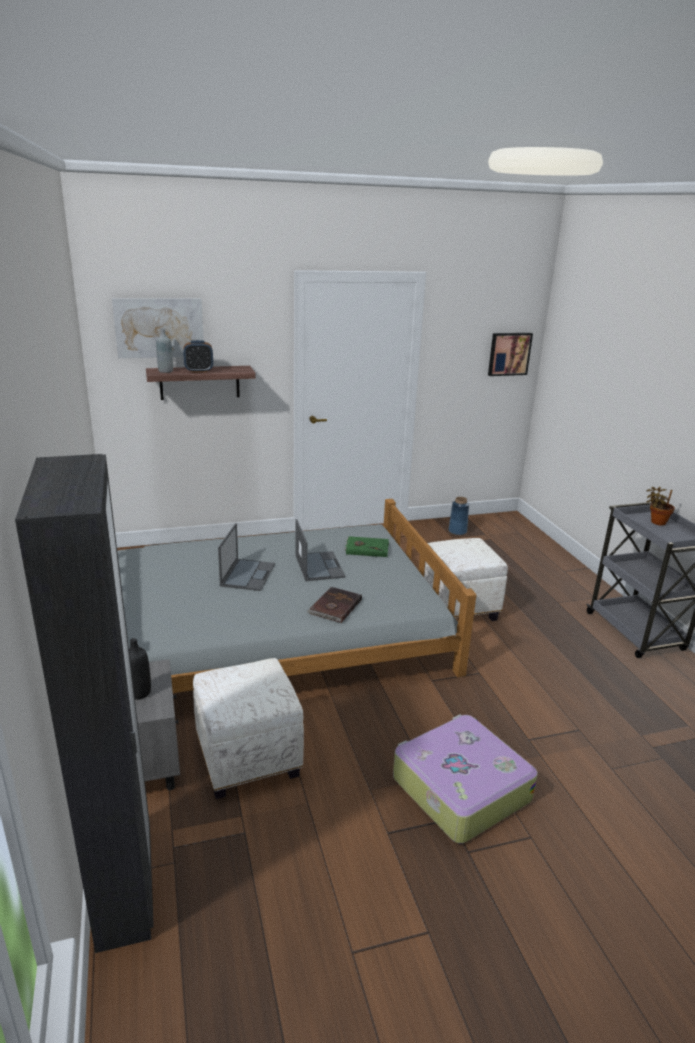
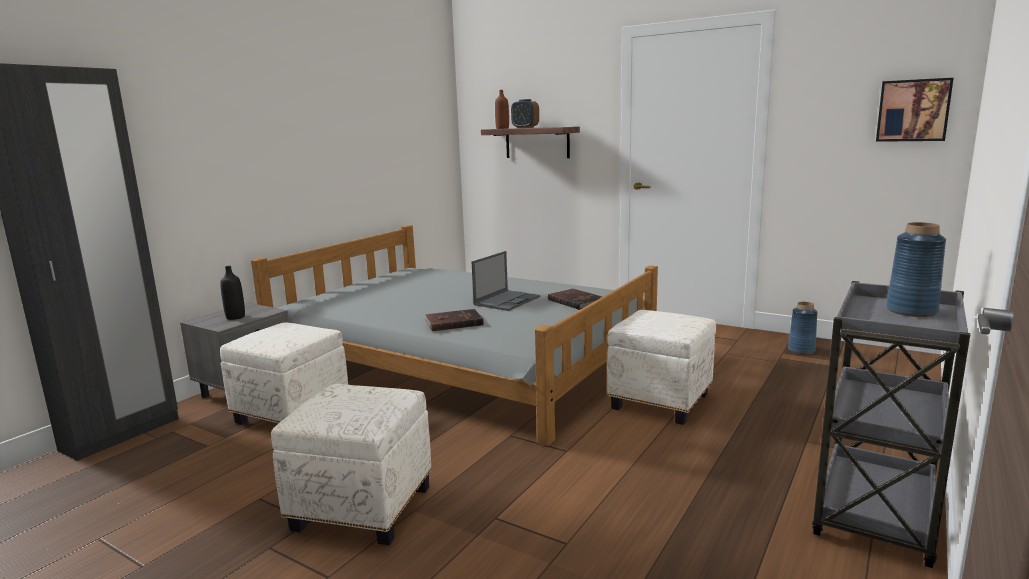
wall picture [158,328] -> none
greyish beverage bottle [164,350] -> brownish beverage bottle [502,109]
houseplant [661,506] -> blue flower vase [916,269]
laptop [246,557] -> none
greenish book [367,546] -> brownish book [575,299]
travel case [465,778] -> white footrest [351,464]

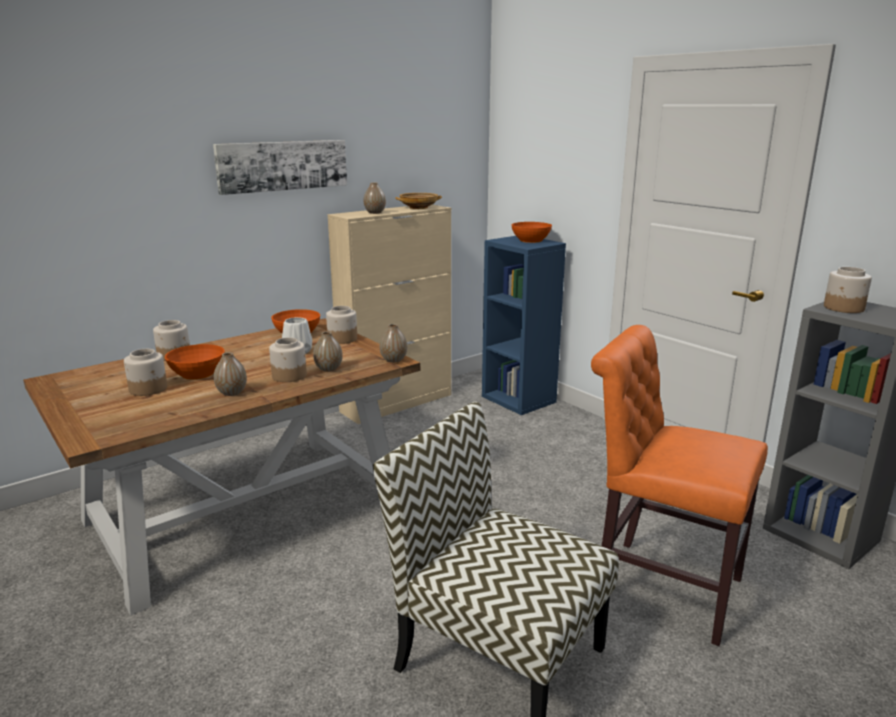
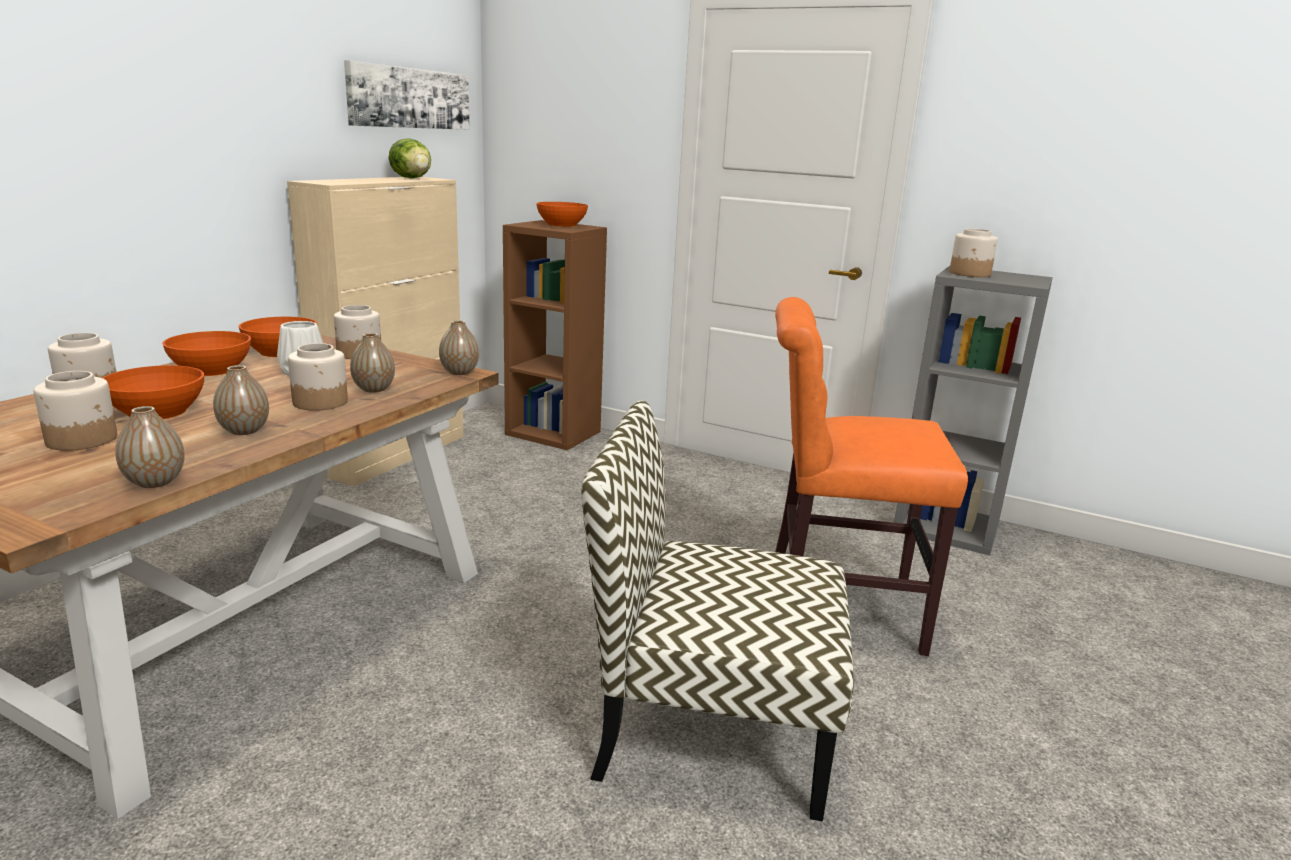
wall picture [280,167] -> wall picture [407,95], shifted
flower vase [375,198] -> flower vase [150,447], shifted
beige-coloured bowl [418,201] -> head of lettuce [409,158]
blue bookshelf [524,325] -> brownish bookshelf [555,335]
none -> orangey bowl [206,353]

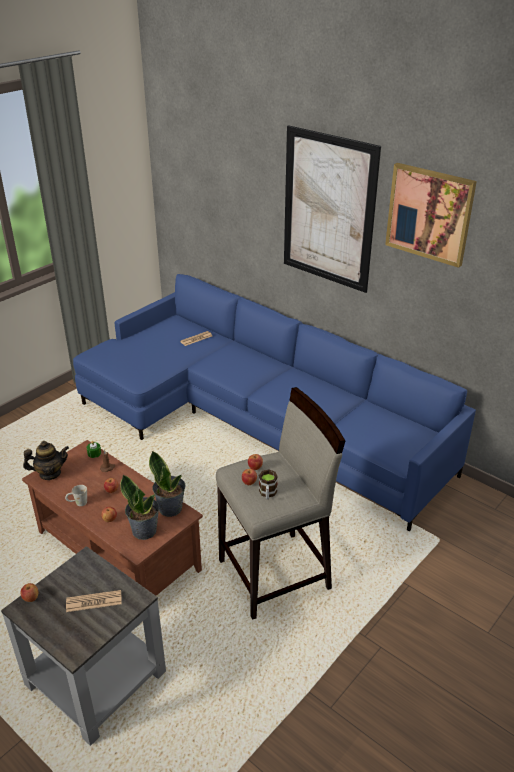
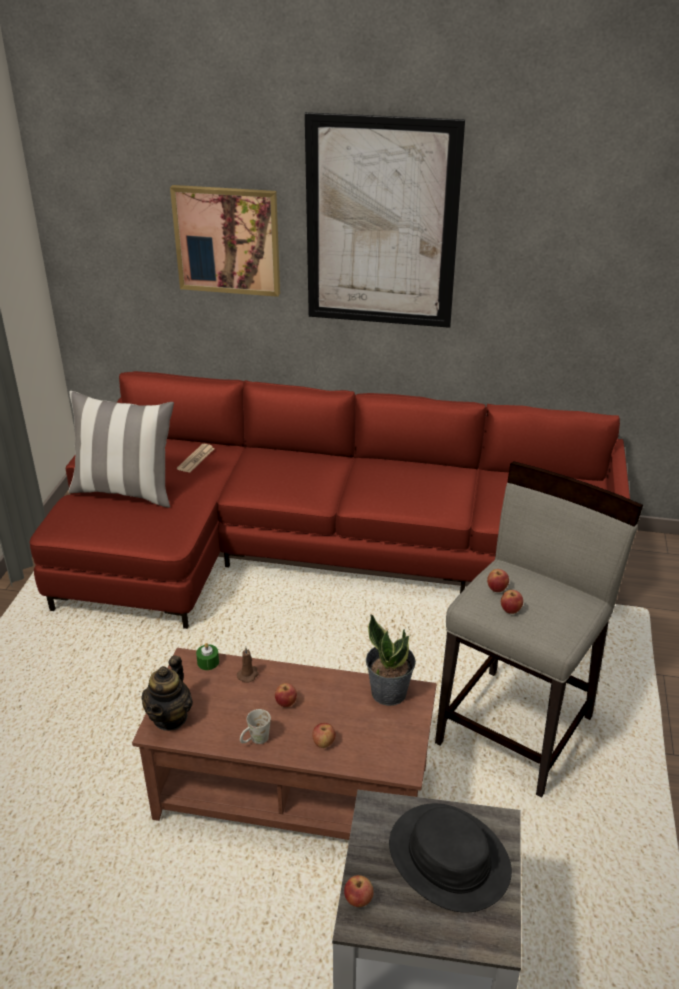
wall picture [431,215] -> wall picture [225,241], shifted
blue settee [274,402] -> red settee [329,500]
pot for tea [46,460] -> pot for tea [167,693], 150 degrees clockwise
coffee mug [268,484] -> none
houseplant [139,507] -> none
printed paper [94,601] -> black wearable hat [450,857]
none -> cushion [121,449]

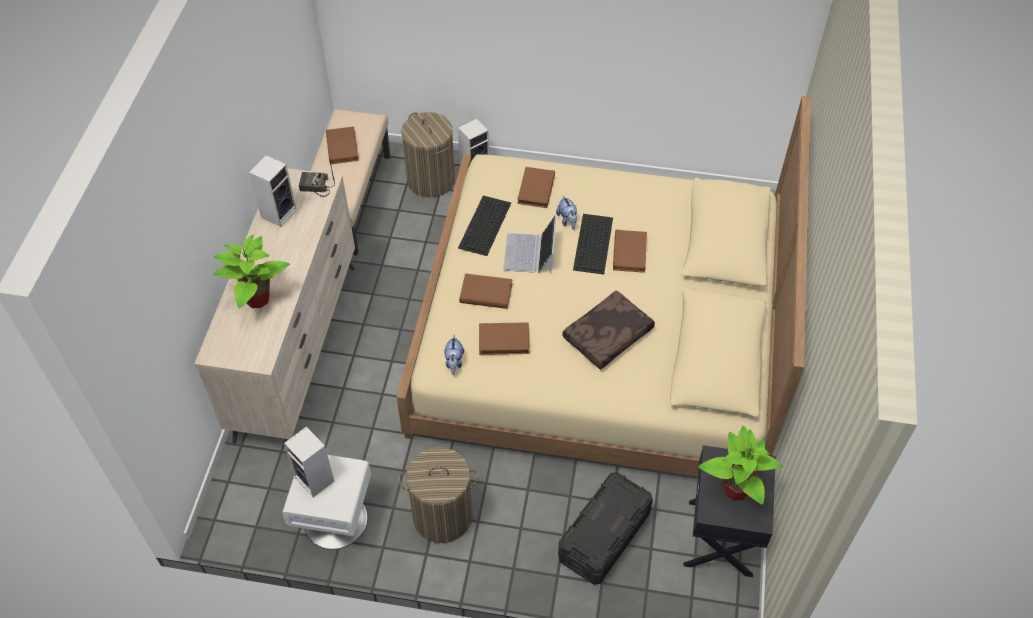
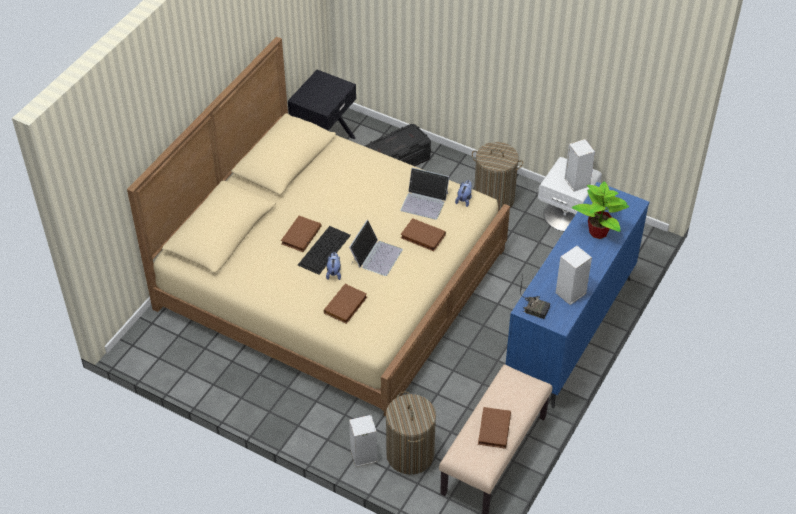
beige-coloured dresser [275,306] -> blue dresser [577,295]
keyboard [484,226] -> none
brownish cushion [608,330] -> none
brownish book [504,338] -> laptop [424,194]
houseplant [740,465] -> none

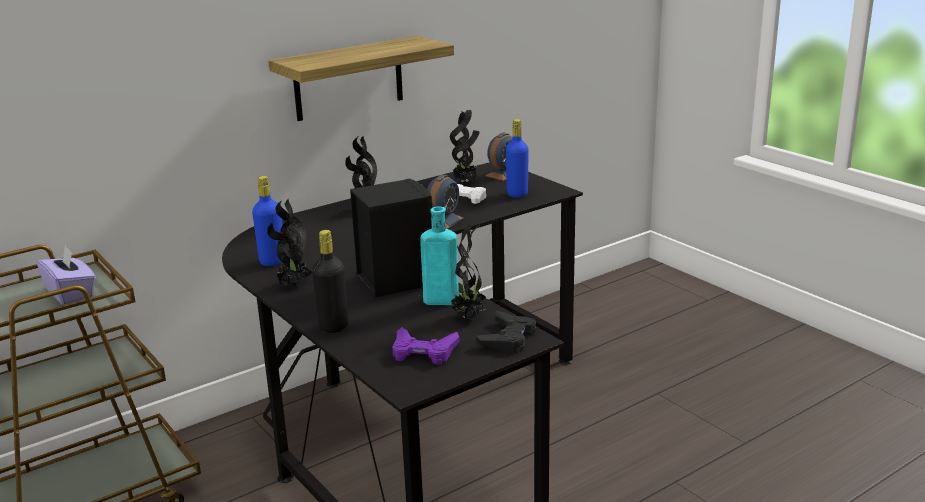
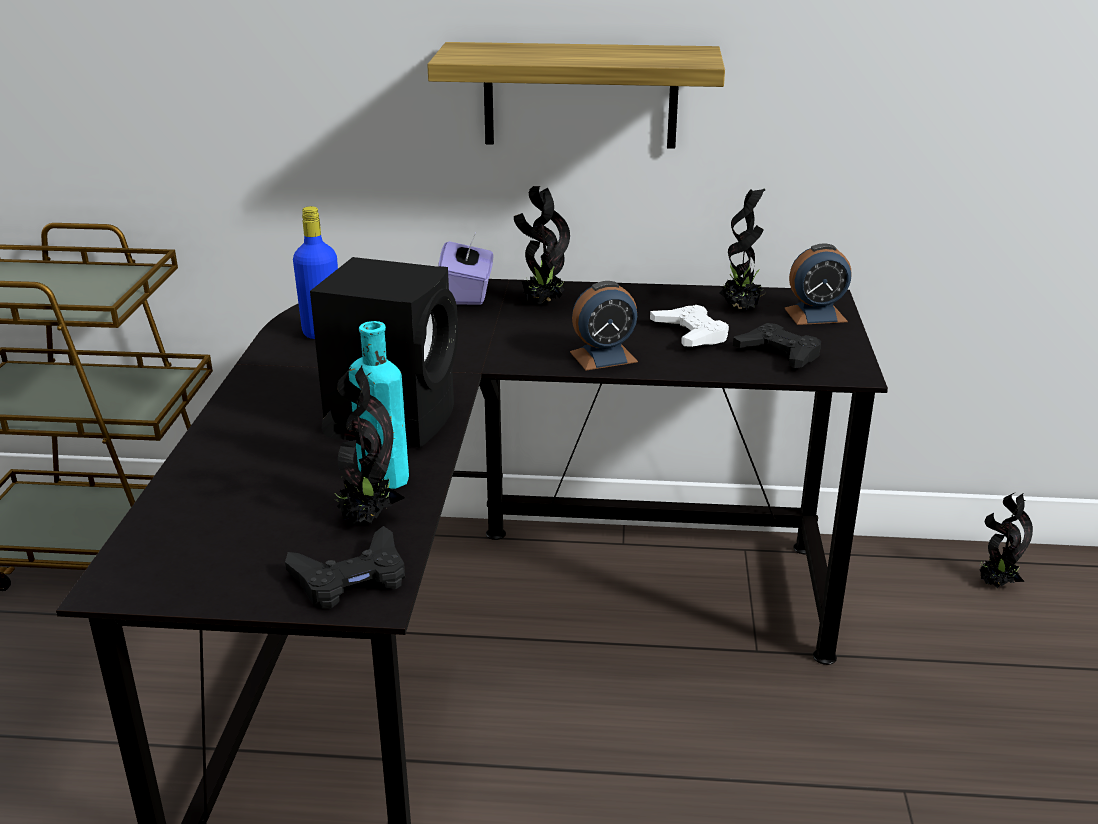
blue beverage bottle [517,158] -> black game controller [777,345]
houseplant [289,242] -> houseplant [1006,540], shifted
black beverage bottle [330,281] -> none
purplish box of tissues [66,275] -> purplish box of tissues [465,268], shifted
purplish game controller [426,346] -> none

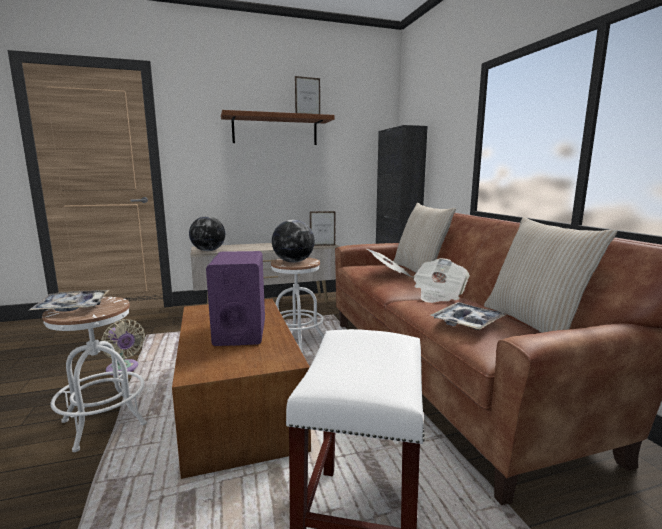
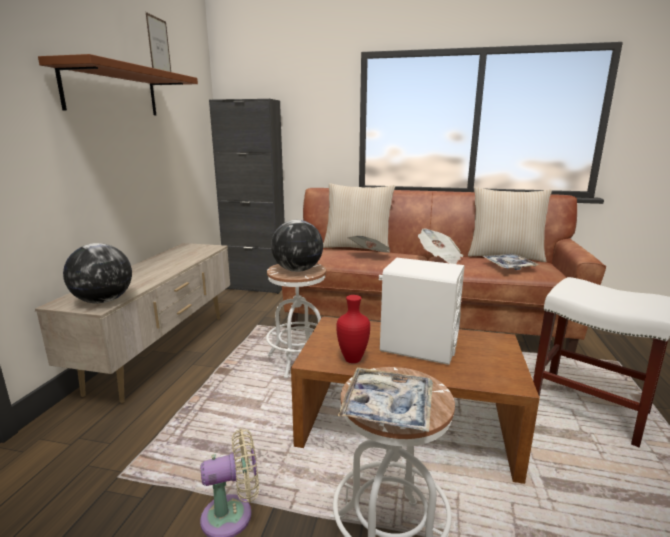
picture frame [323,228] -> none
purplish audio speaker [235,298] -> white audio speaker [421,311]
none -> red flower vase [353,329]

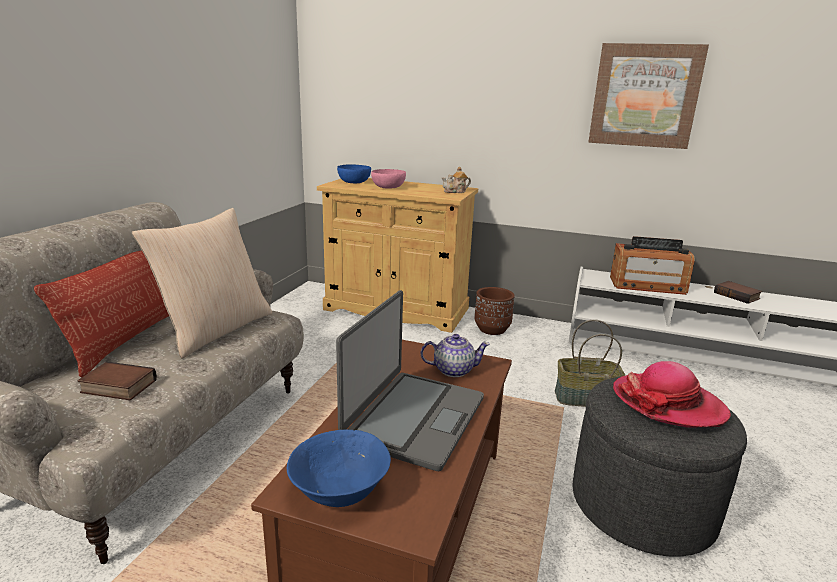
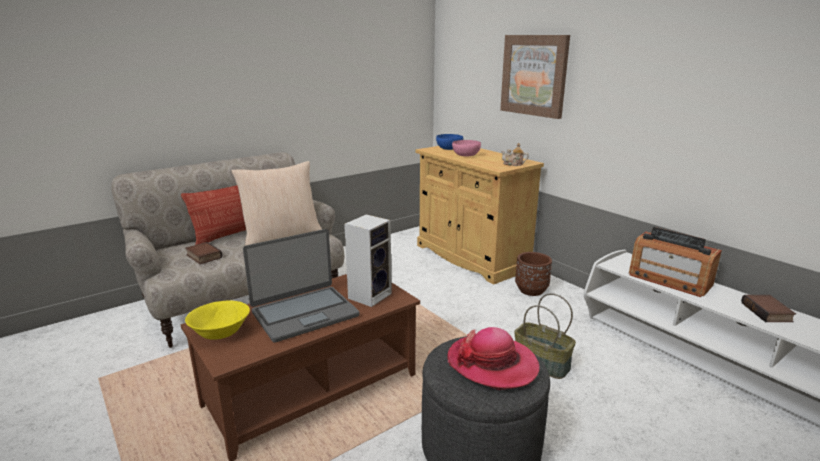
wall picture [648,96] -> wall picture [535,77], shifted
pot for tea [455,355] -> audio speaker [368,260]
blue bowl [339,468] -> yellow bowl [217,320]

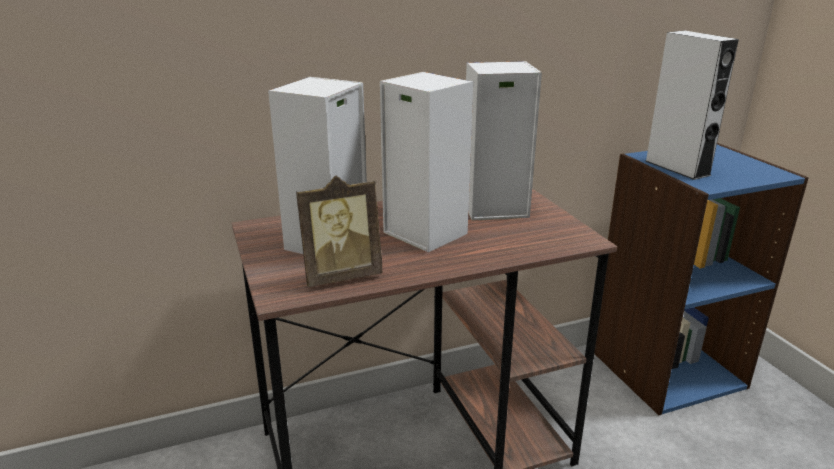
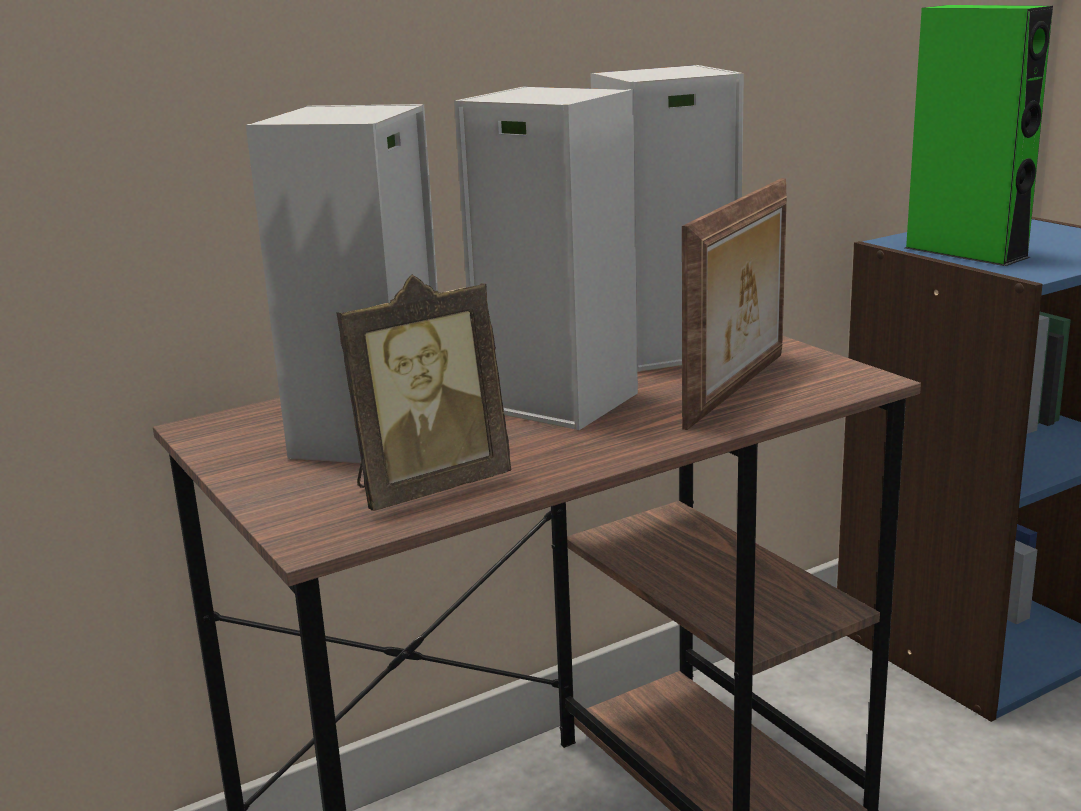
greyish audio speaker [692,105] -> greenish audio speaker [979,135]
none -> picture frame [734,304]

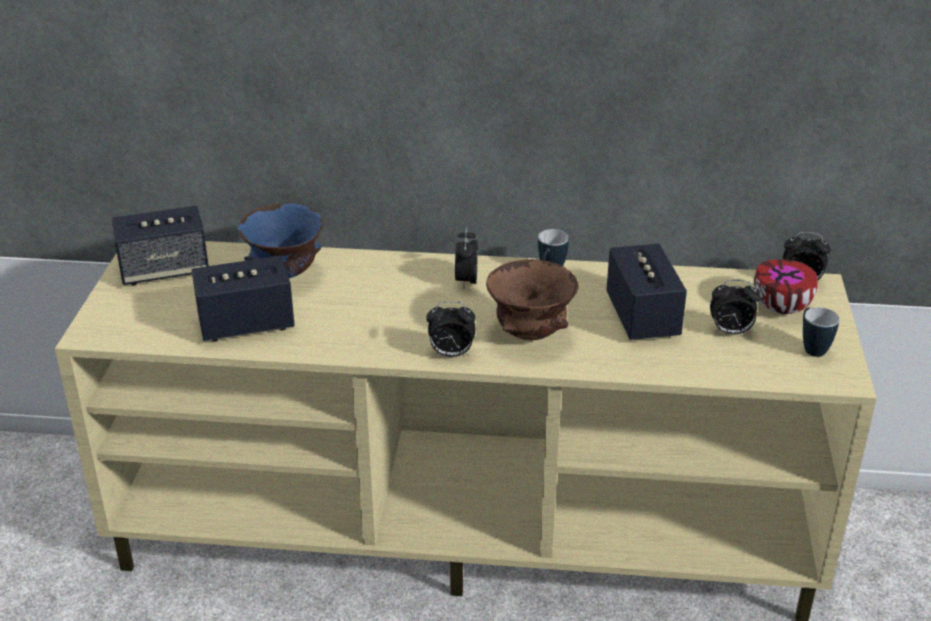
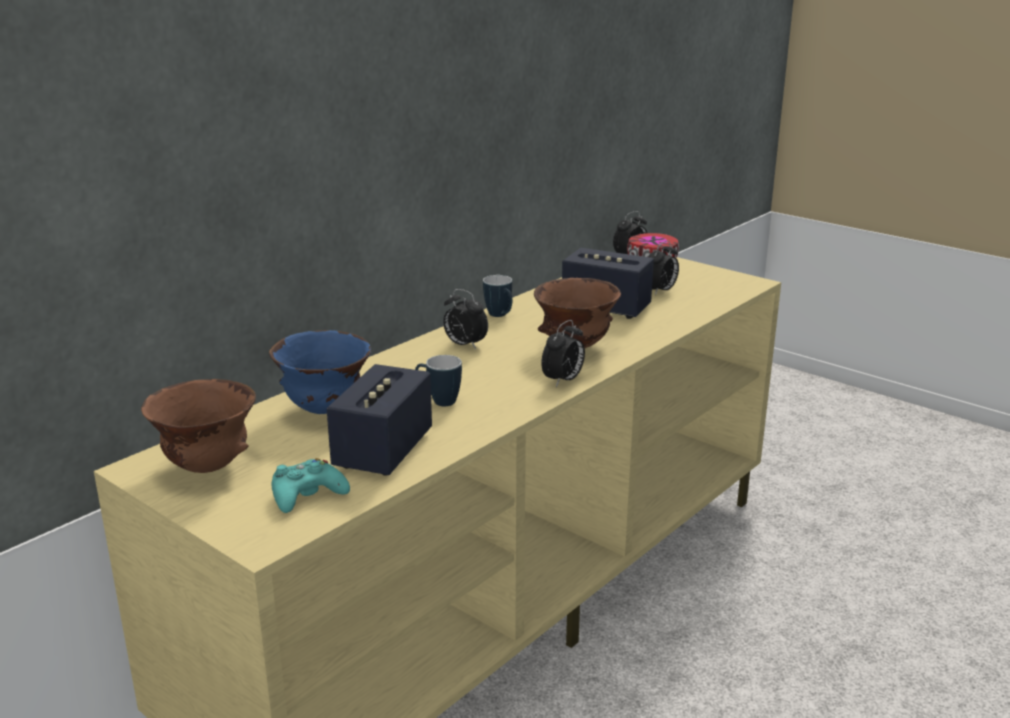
audio speaker [160,245] -> brownish bowl [198,426]
coffee mug [821,332] -> coffee mug [438,380], shifted
none -> turquoise game controller [310,485]

